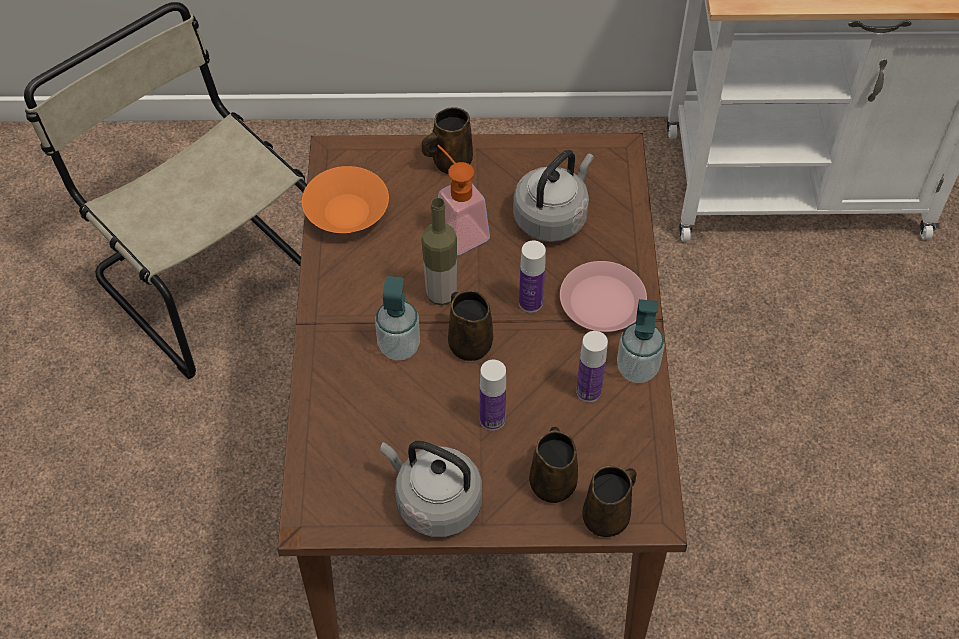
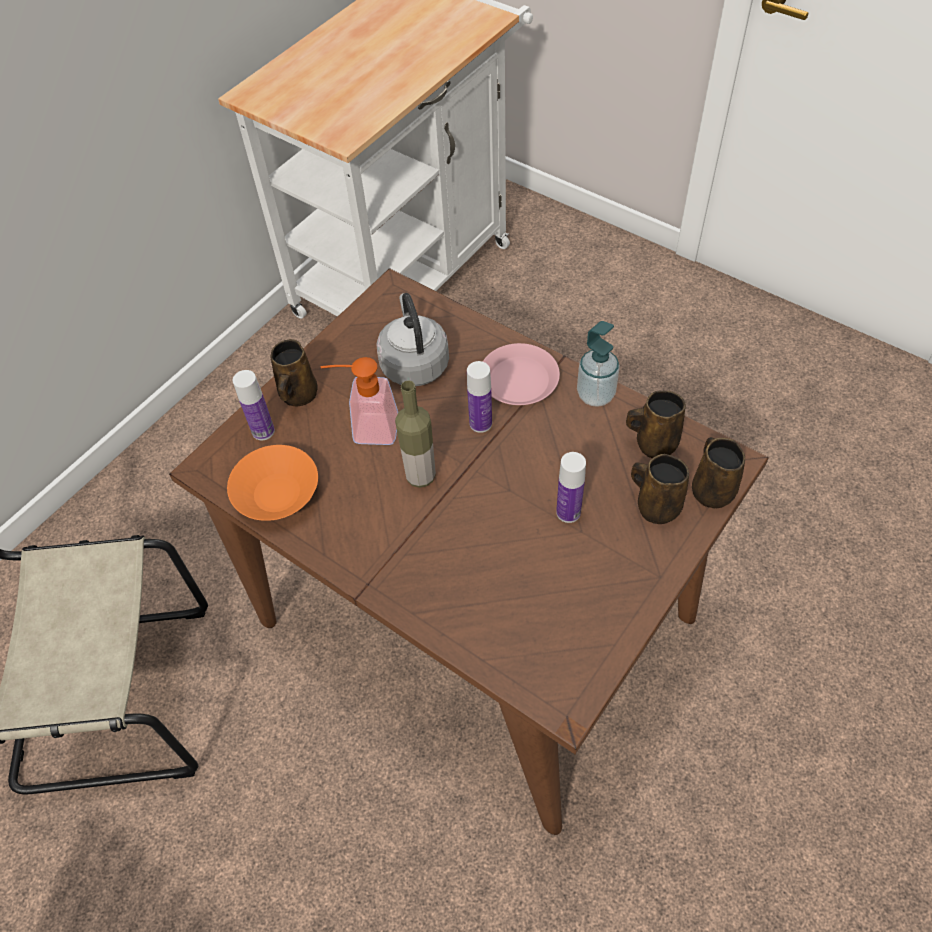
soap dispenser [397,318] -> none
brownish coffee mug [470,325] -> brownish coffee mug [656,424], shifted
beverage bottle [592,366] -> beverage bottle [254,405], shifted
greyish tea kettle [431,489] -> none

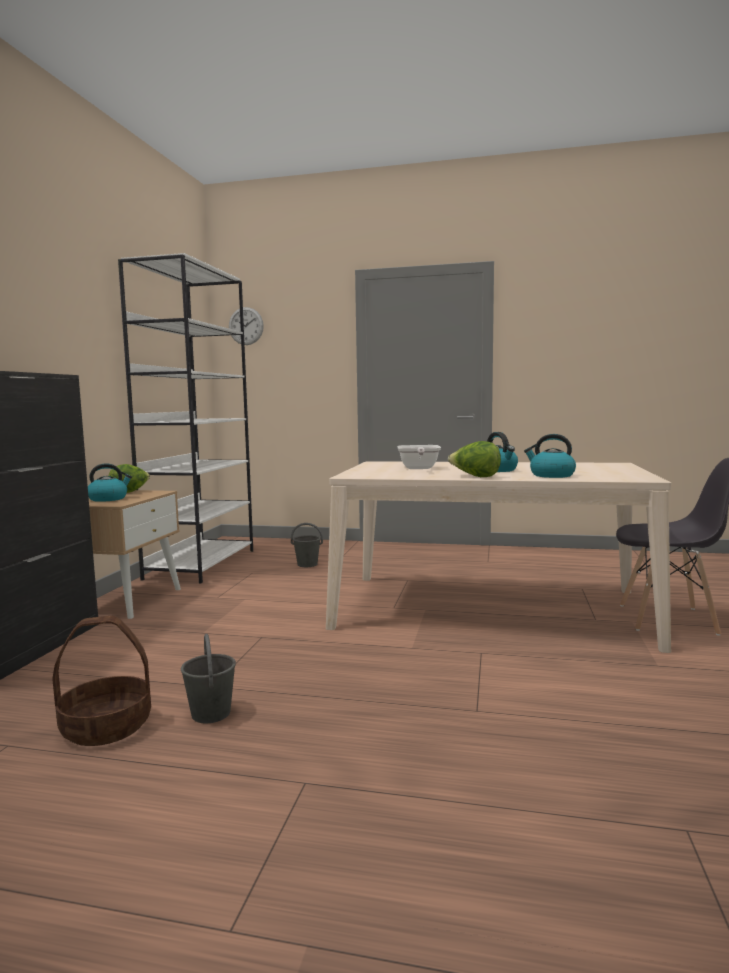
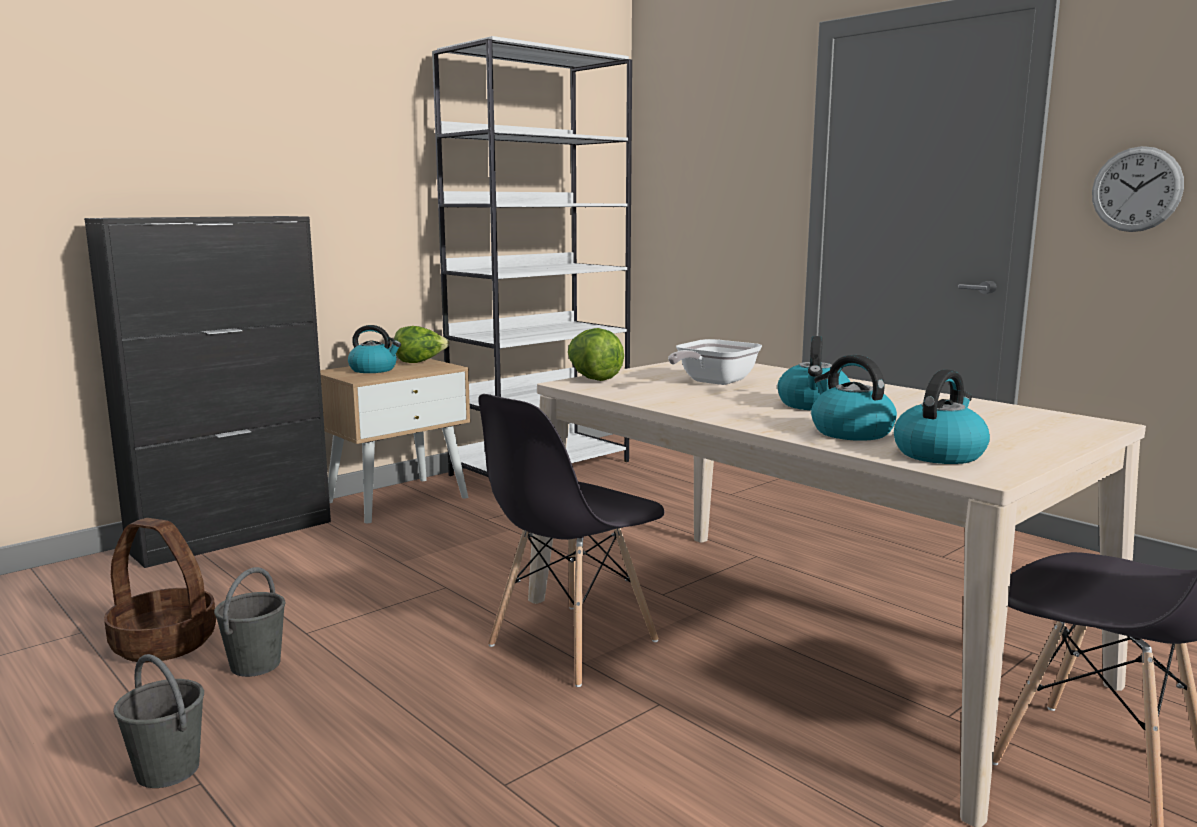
wall clock [246,326] -> wall clock [1138,189], shifted
head of lettuce [474,459] -> head of lettuce [596,354], shifted
greyish pail [307,545] -> greyish pail [158,721], shifted
none -> tea kettle [942,416]
none -> greyish chair [571,540]

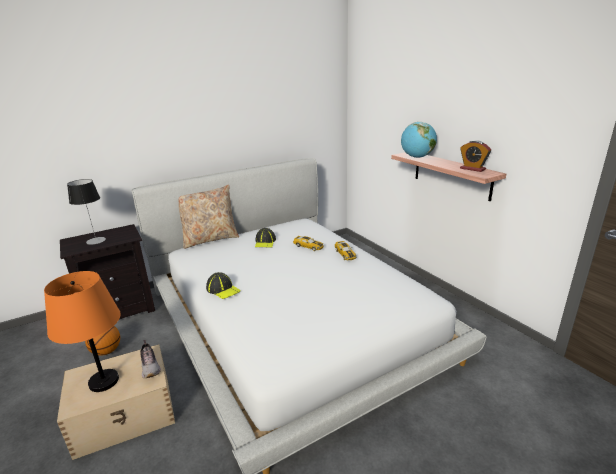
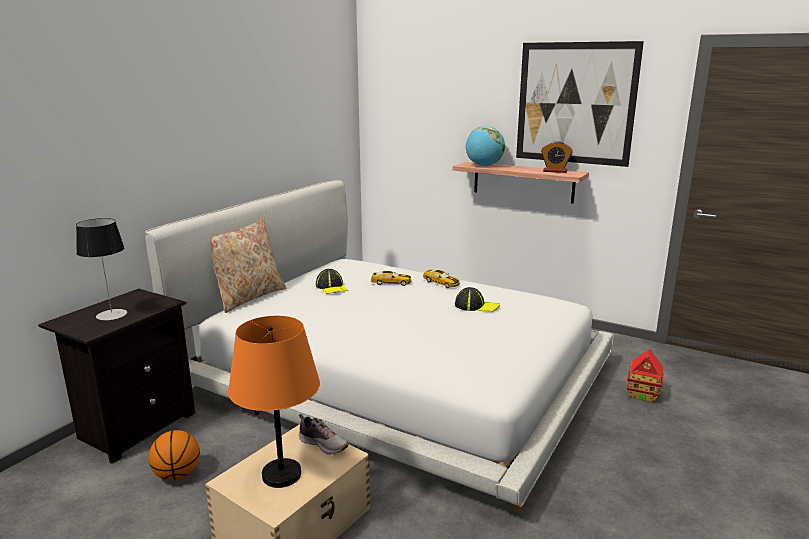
cap [223,285] -> cap [477,299], shifted
none -> wall picture [580,104]
none -> toy house [645,376]

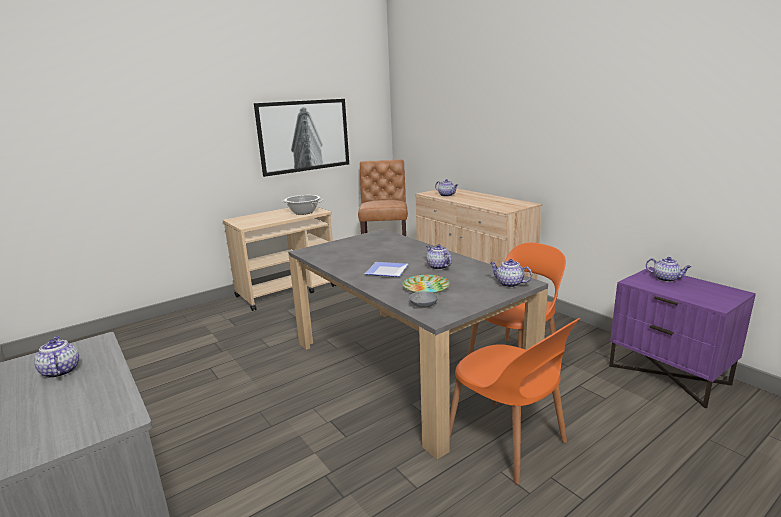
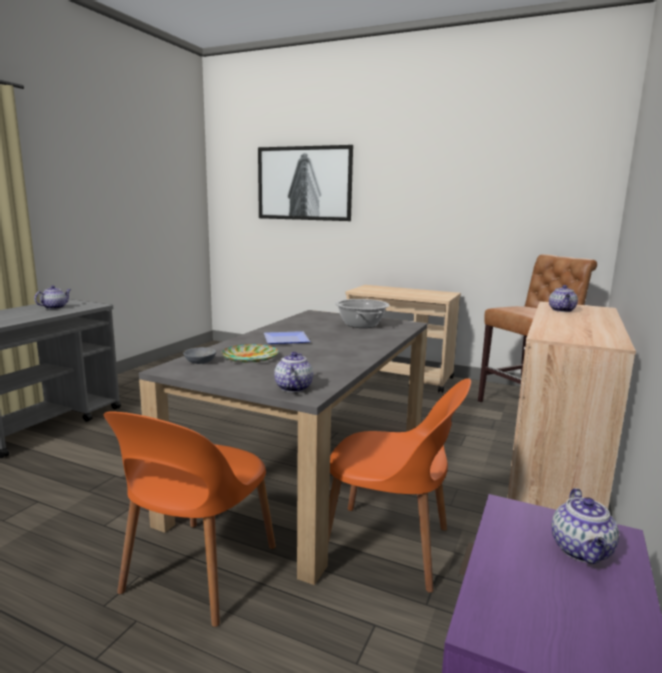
wall picture [301,138] -> wall picture [305,183], shifted
saucepot [302,205] -> saucepot [362,313], shifted
pot for tea [439,257] -> none

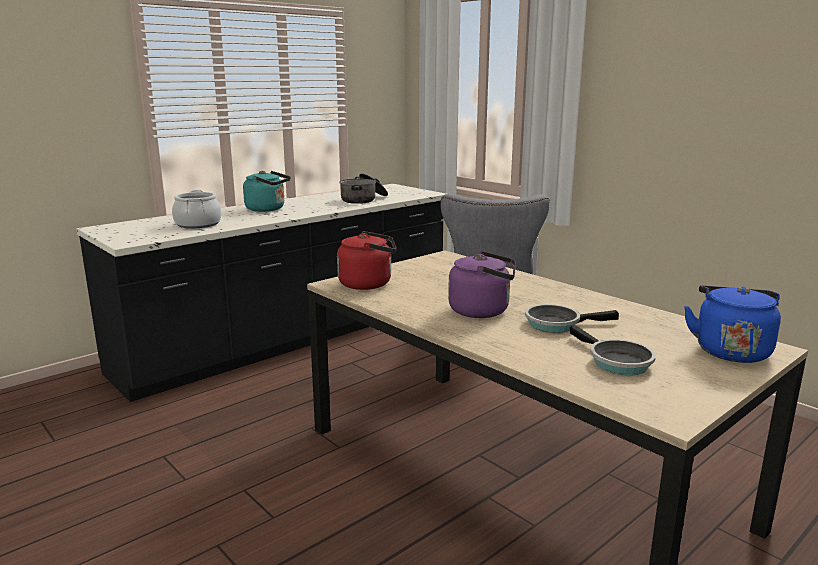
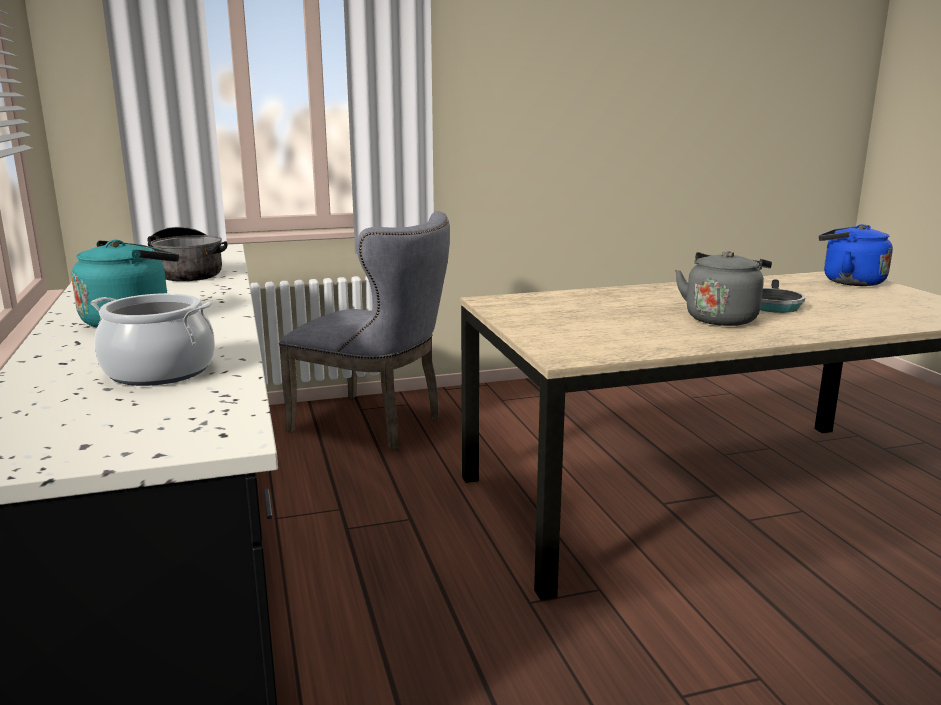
red tea kettle [367,260] -> none
purplish tea kettle [481,284] -> greyish tea kettle [723,288]
frying pan [613,350] -> none

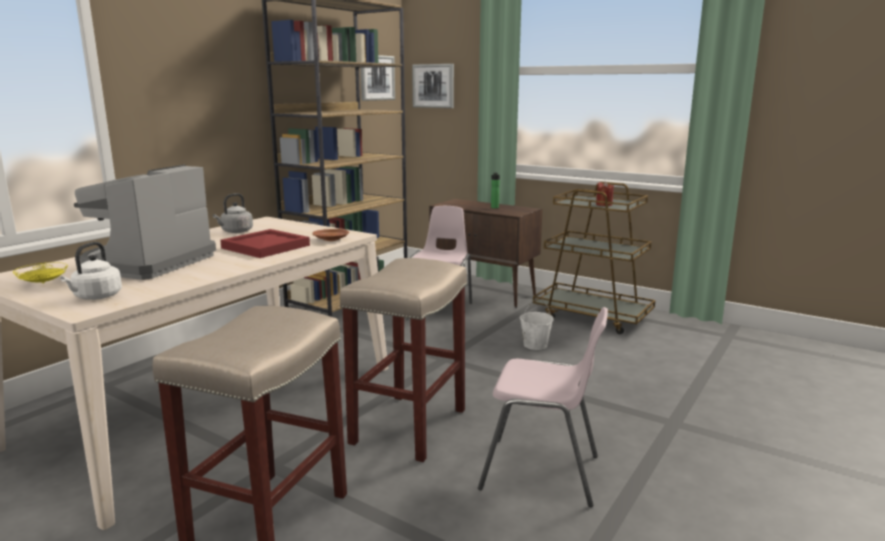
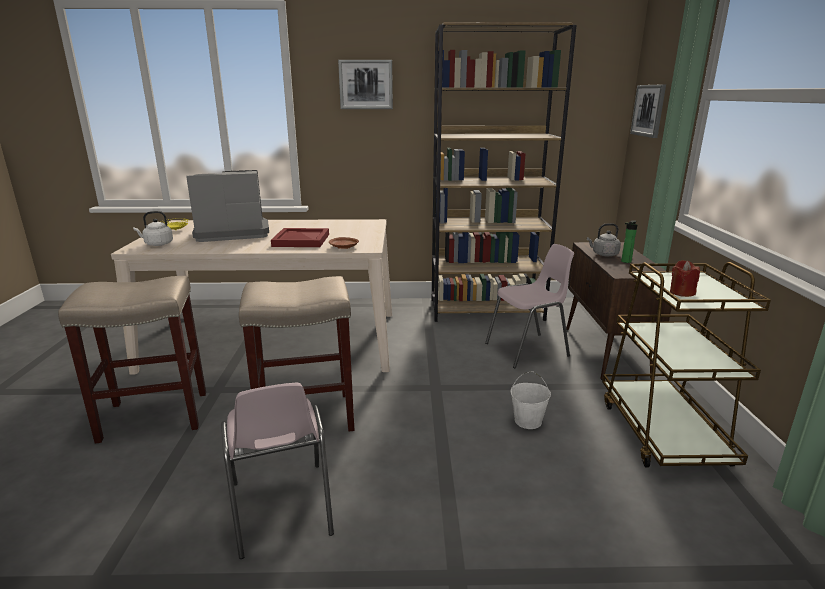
wall picture [377,78] -> wall picture [365,84], shifted
greyish tea kettle [233,213] -> greyish tea kettle [604,239], shifted

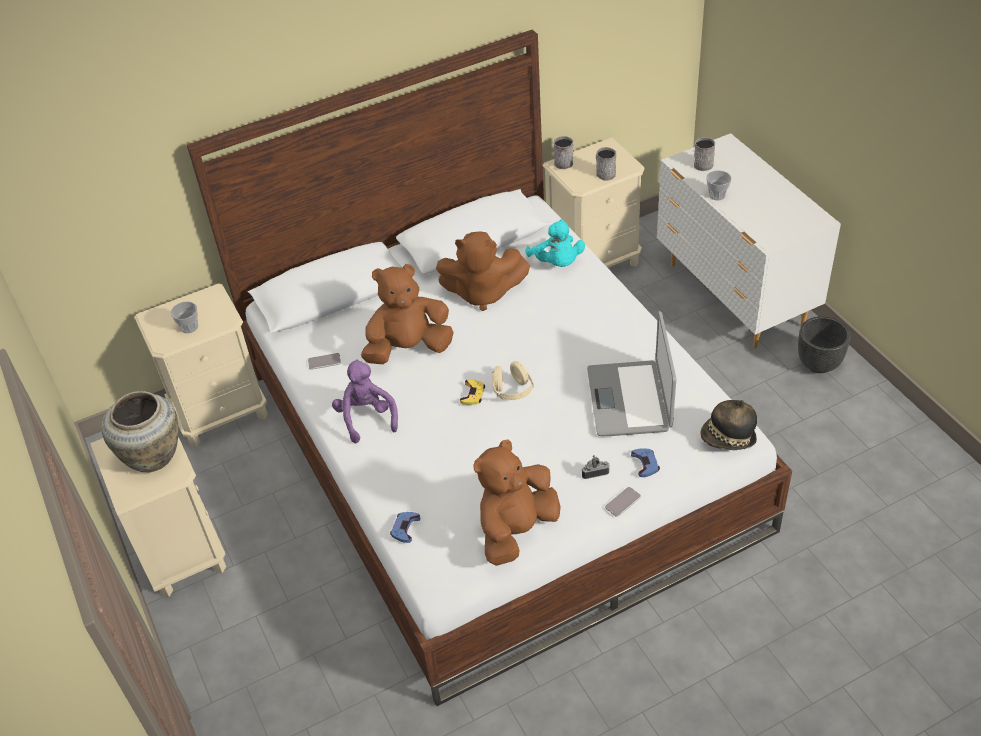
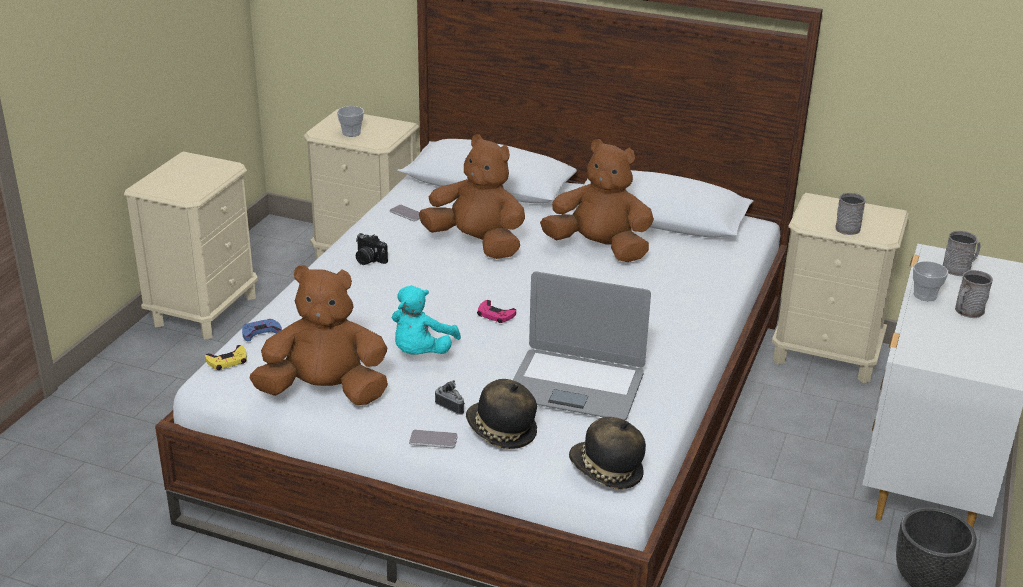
greyish coffee mug [563,152] -> greyish coffee mug [974,294], shifted
turquoise plush toy [555,243] -> turquoise plush toy [426,320], shifted
brownish plush toy [483,271] -> brownish plush toy [597,200], 150 degrees clockwise
laptop [631,373] -> laptop [582,346], 120 degrees counterclockwise
purplish plush toy [365,401] -> photo camera [372,249]
beige-coloured headset [513,380] -> pinkish game controller [496,311]
yellow game controller [472,392] -> yellow game controller [226,357], shifted
beige-coloured flower vase [139,431] -> none
blue game controller [645,463] -> wearable hat [501,414]

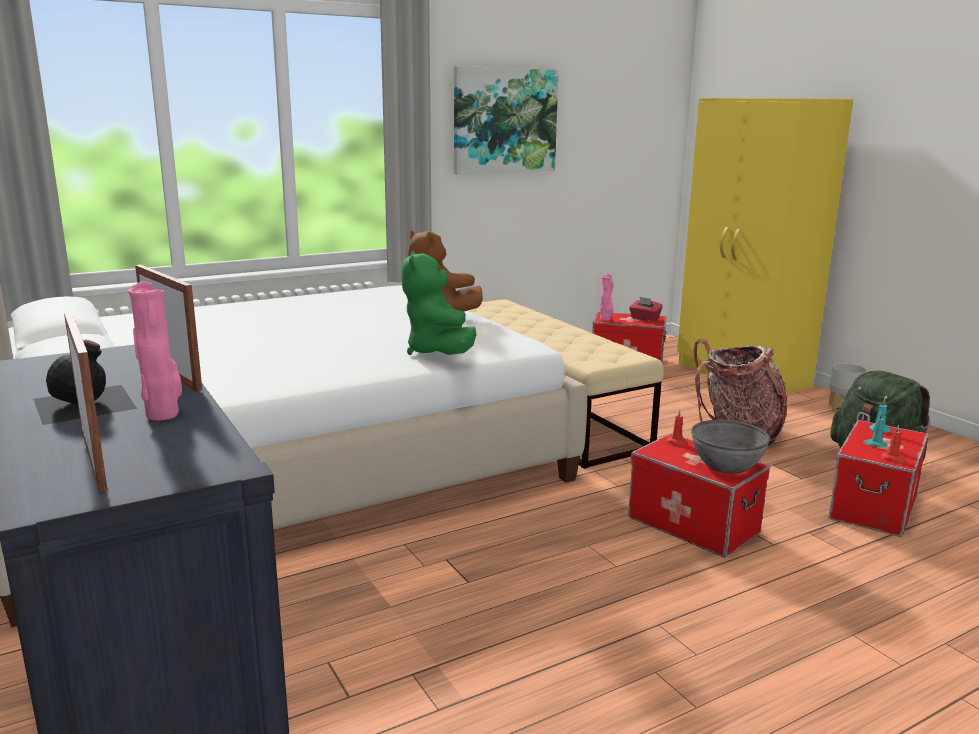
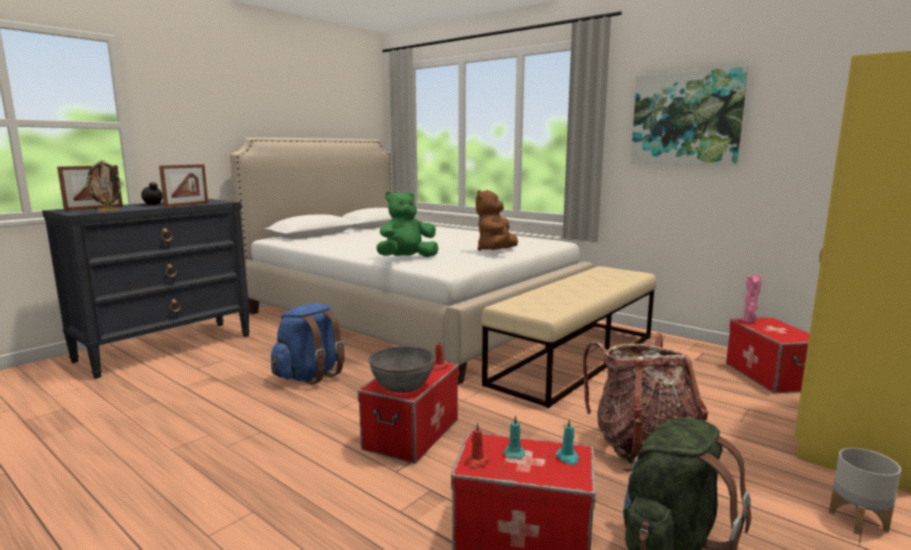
pinkish flower vase [155,351] -> none
red box of tissues [646,309] -> none
none -> picture frame [104,186]
none -> blue rucksack [308,344]

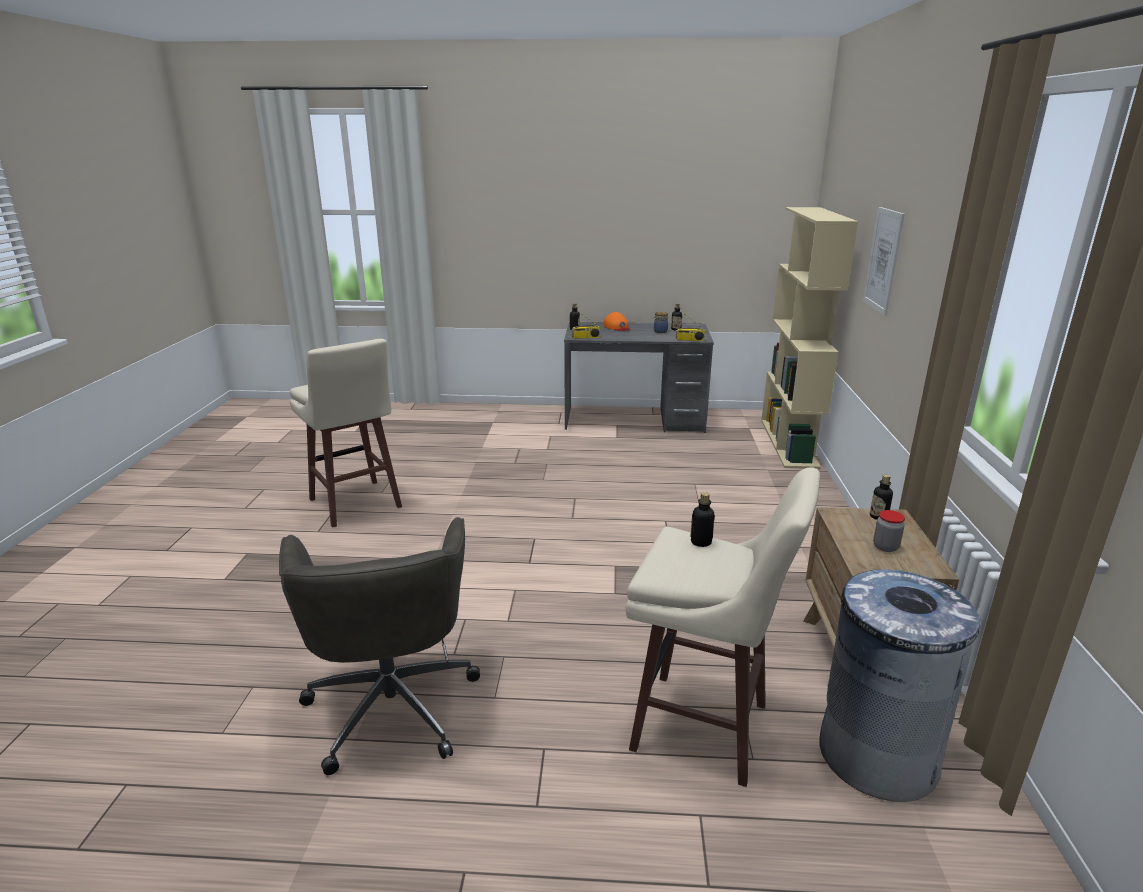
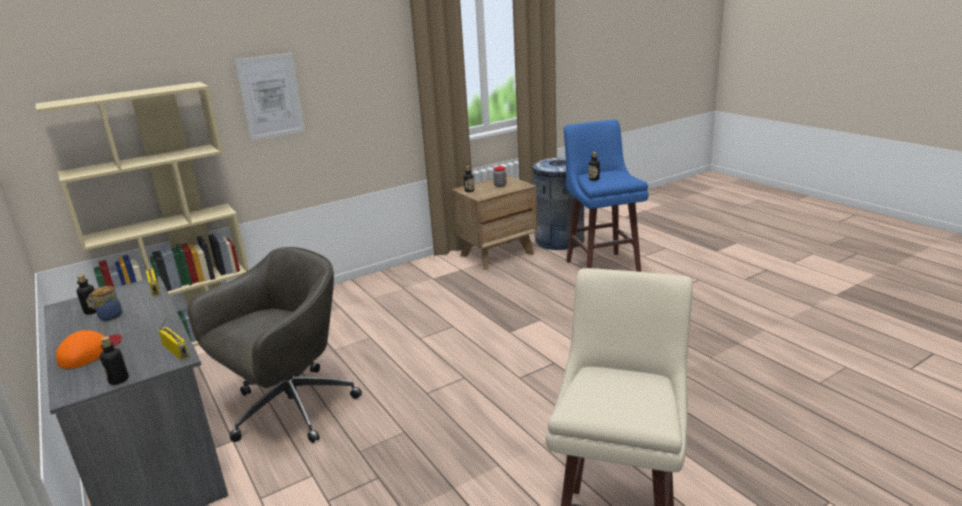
beige-coloured sitting stool [723,627] -> blue sitting stool [606,196]
greyish office chair [379,646] -> greyish office chair [275,345], shifted

